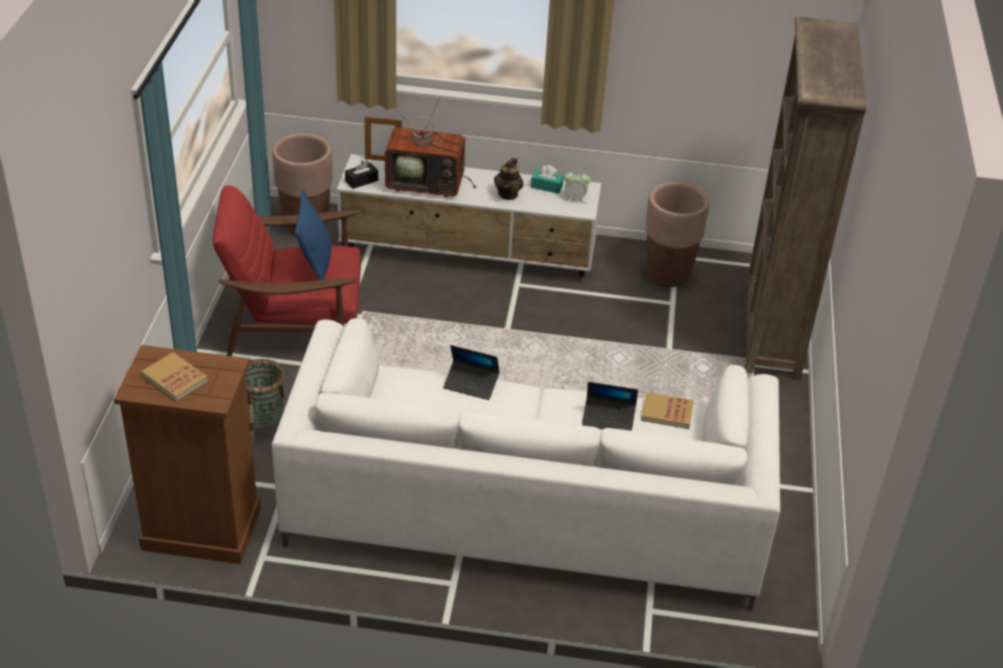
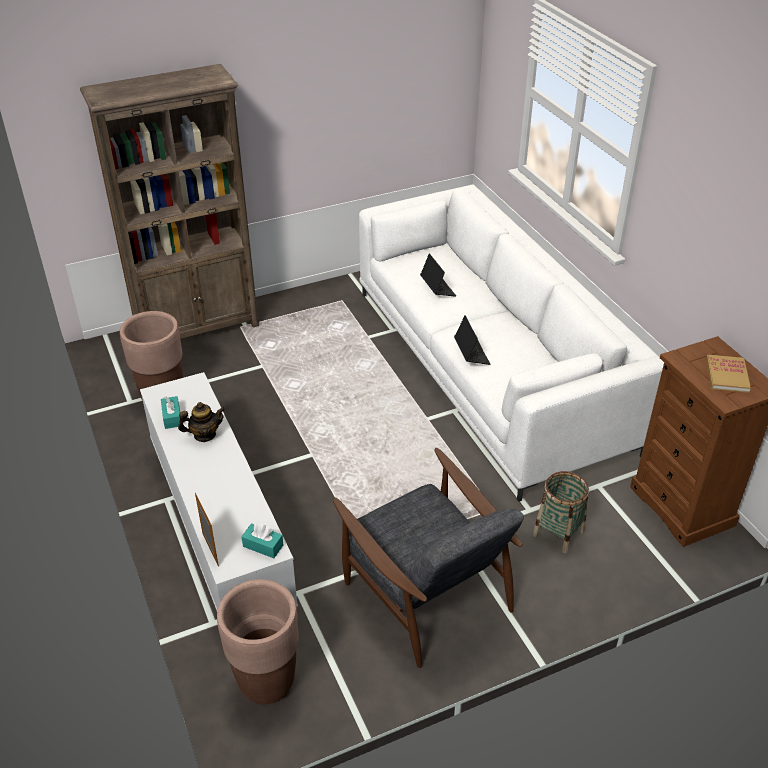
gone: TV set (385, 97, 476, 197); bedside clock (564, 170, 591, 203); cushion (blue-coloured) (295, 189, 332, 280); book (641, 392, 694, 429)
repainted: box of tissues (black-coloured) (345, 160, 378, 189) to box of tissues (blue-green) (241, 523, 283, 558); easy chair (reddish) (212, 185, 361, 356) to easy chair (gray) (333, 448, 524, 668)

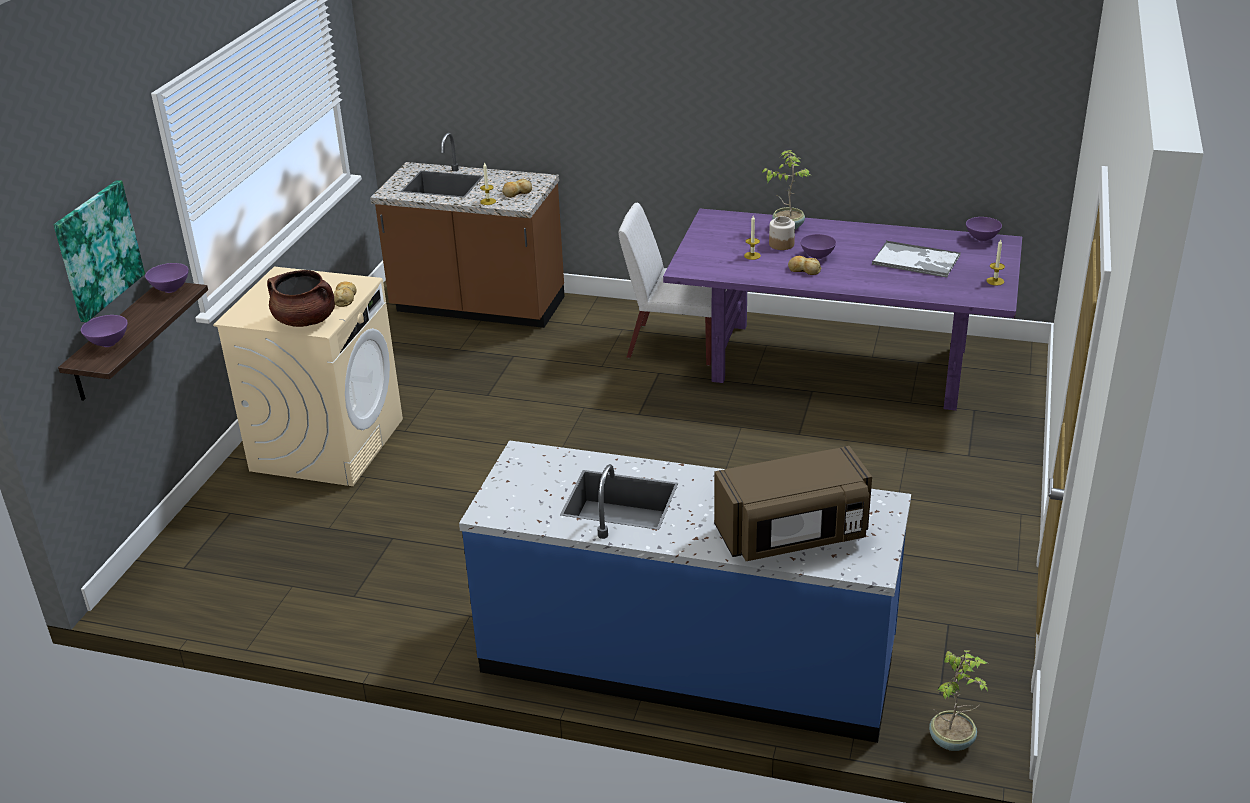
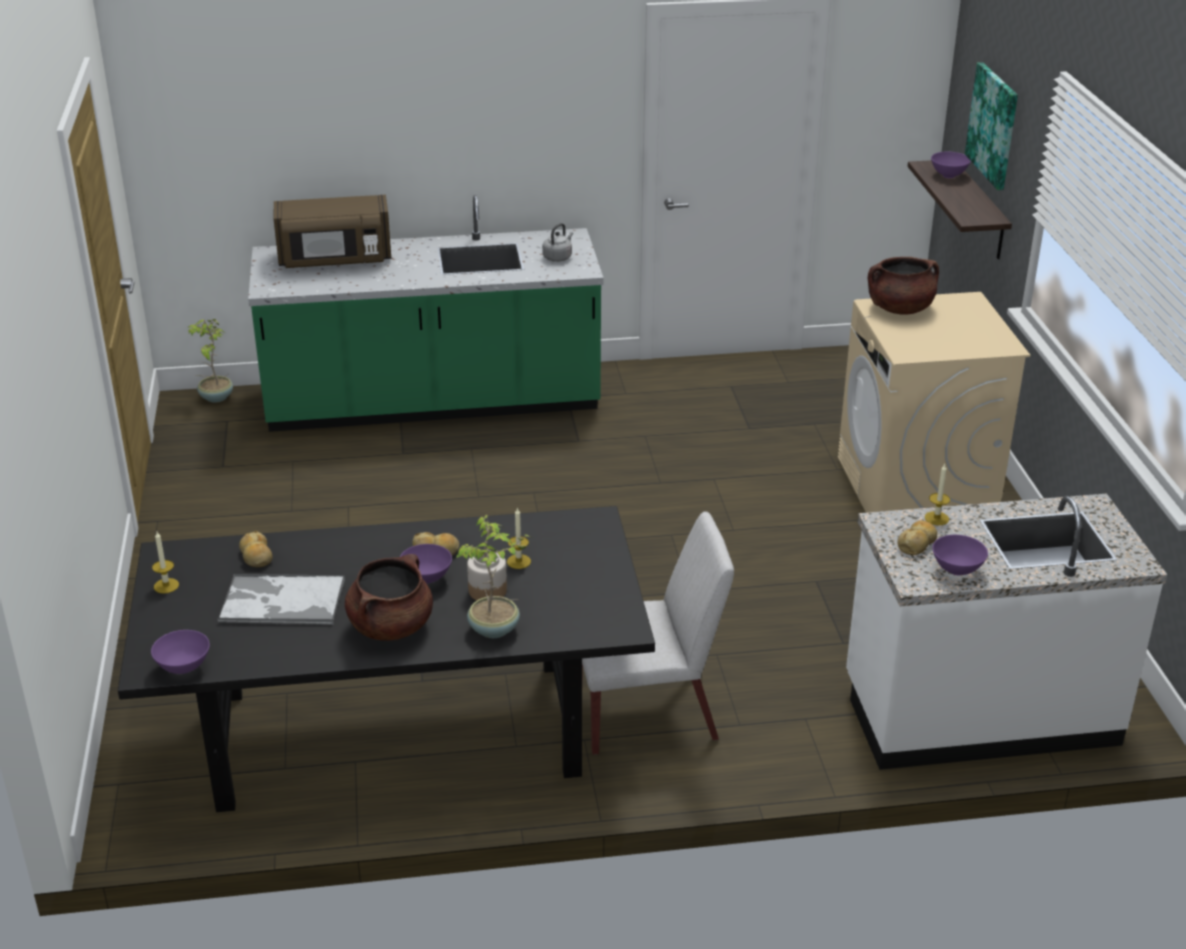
new: water kettle (gray) (542, 223, 573, 262); stockpot (brown) (345, 554, 433, 641)
shifted: deep dish (purplish) (145, 263, 189, 293) to (933, 535, 988, 576); bread (333, 282, 357, 307) to (239, 531, 273, 567)
repainted: kitchen base unit (brown) (370, 133, 565, 328) to kitchen base unit (white-coloured) (846, 493, 1167, 770); kitchen table (purplish) (663, 209, 1022, 411) to kitchen table (black-coloured) (118, 506, 655, 812); kitchen base unit (blue-coloured) (459, 440, 911, 743) to kitchen base unit (green) (248, 195, 604, 432)
rotated: kitchen microwave (brown) (714, 446, 872, 561) = (273, 195, 392, 268) 150 degrees counterclockwise

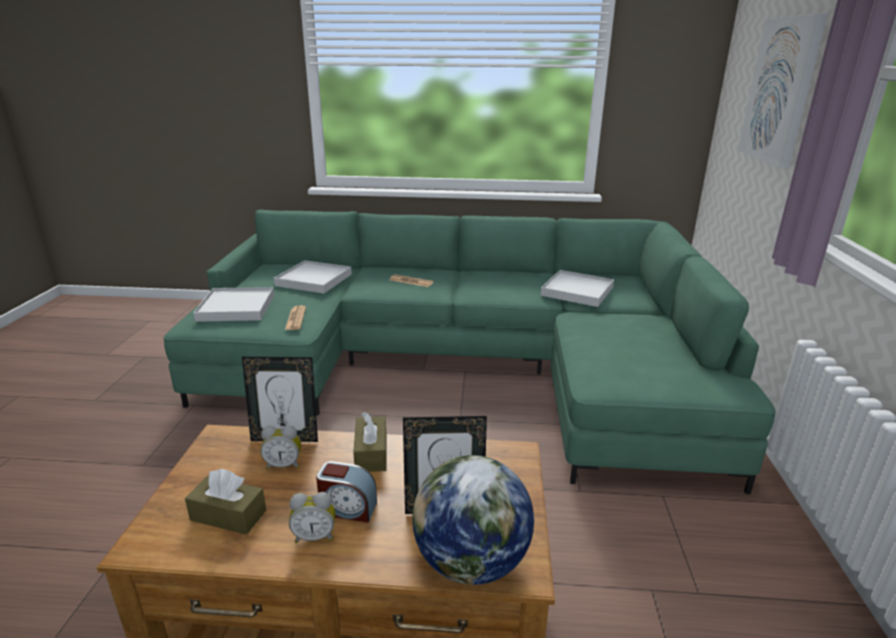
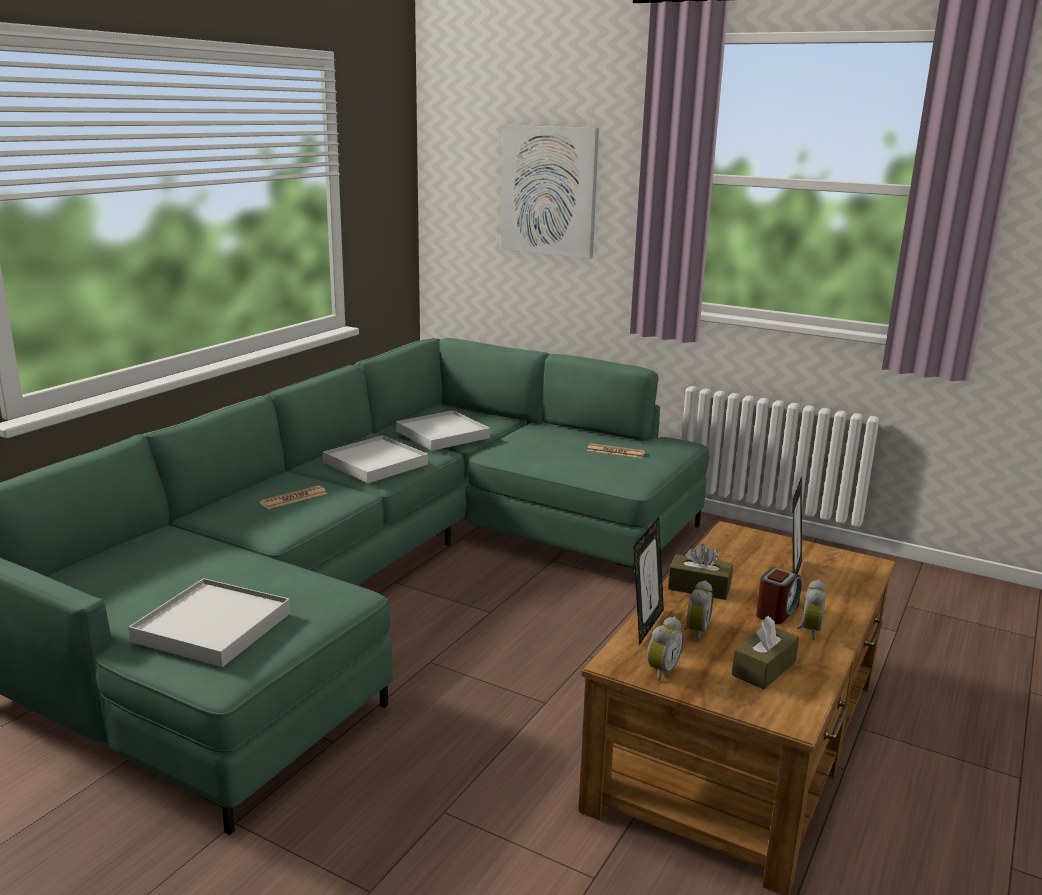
gone: world globe (412, 455, 534, 585)
new: bedside clock (647, 617, 684, 681)
shifted: serving tray (white-coloured) (274, 260, 352, 293) to (323, 435, 428, 483); printed paper (285, 305, 306, 330) to (587, 443, 645, 458)

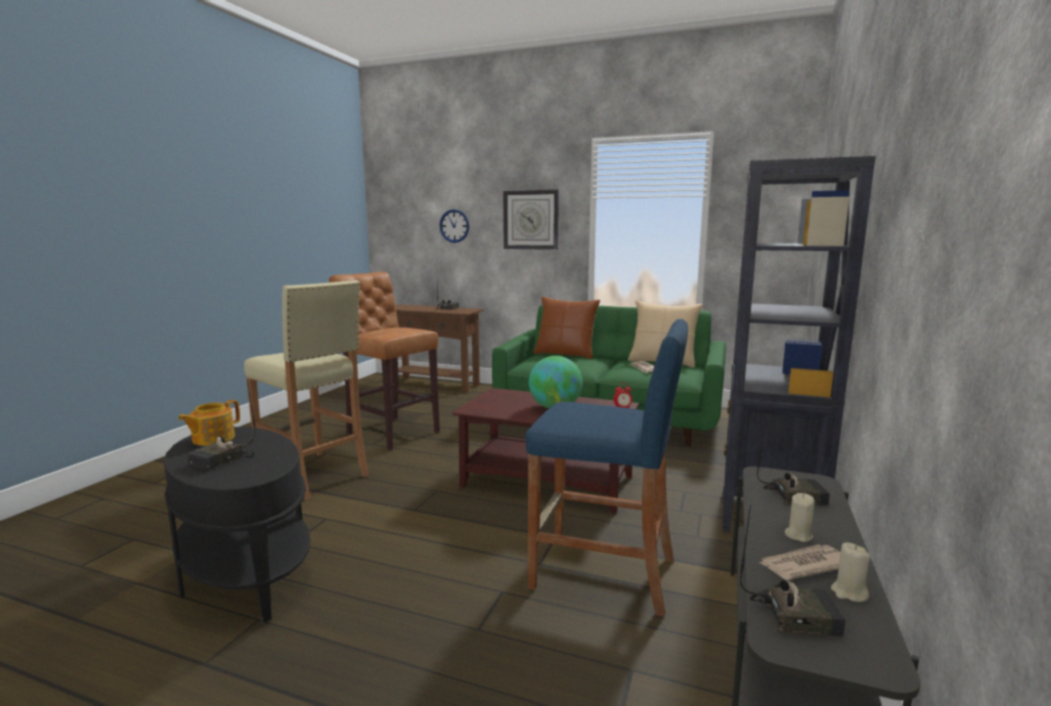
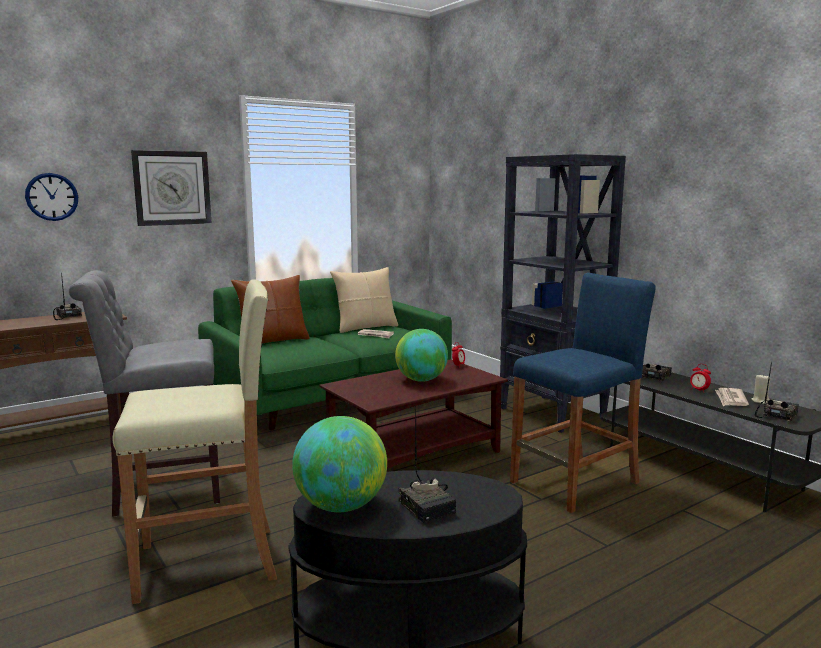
swapped: pot for tea (178, 400, 240, 446) to world globe (292, 416, 387, 512); wax light (sand-coloured) (785, 493, 815, 542) to bedside clock (690, 364, 711, 393)
repainted: stool seat (brown) (329, 272, 440, 450) to stool seat (gray) (69, 270, 220, 517)

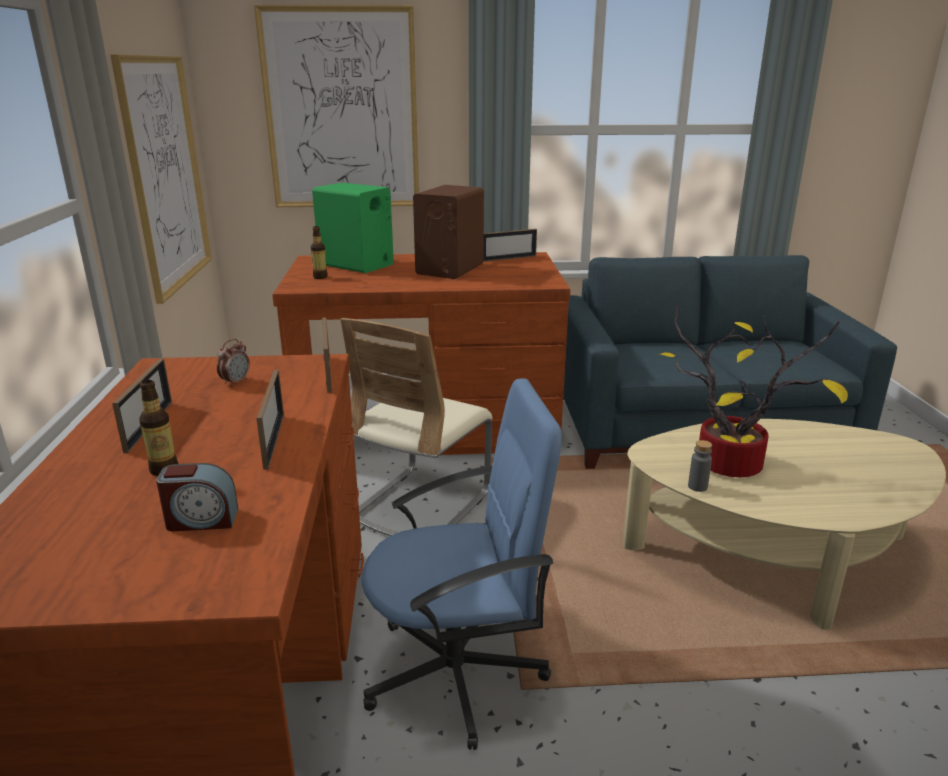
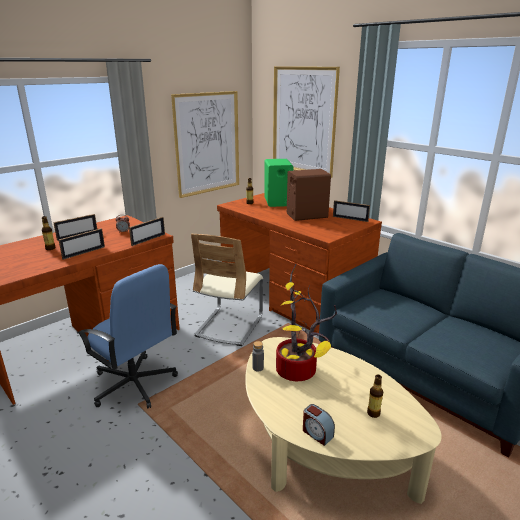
new: bottle (367, 375, 383, 418)
shifted: bedside clock (156, 463, 238, 531) to (303, 404, 335, 446)
rotated: upright chair (sand-coloured) (340, 318, 493, 536) = (191, 234, 263, 346) 60 degrees counterclockwise

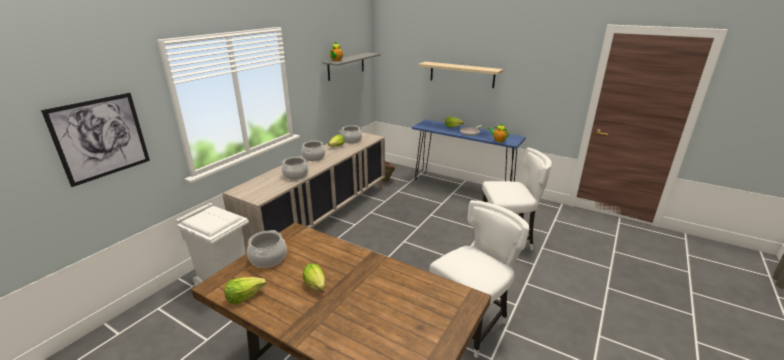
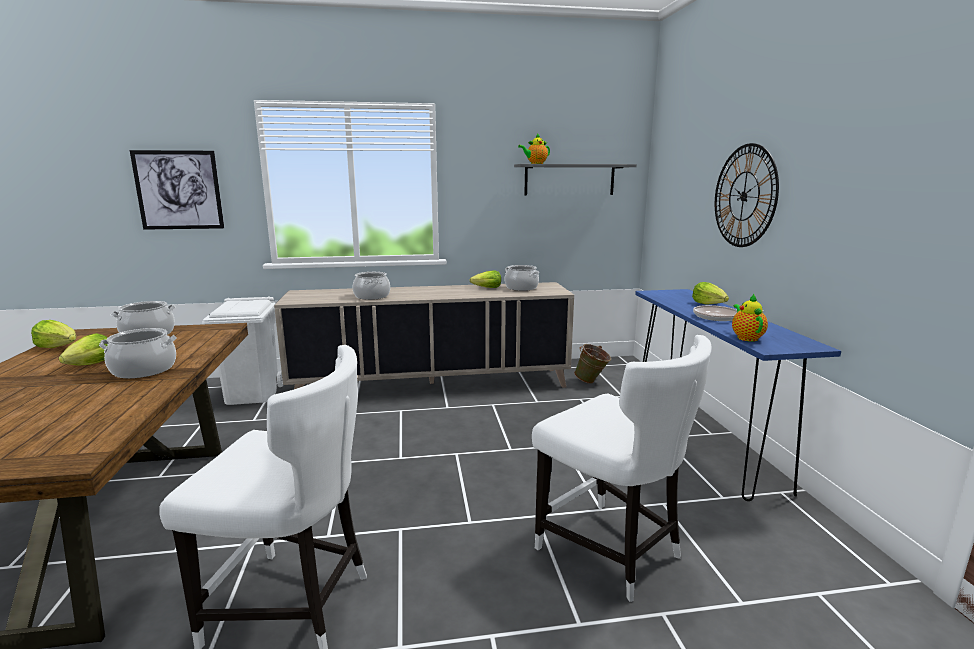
shifted: stockpot (301, 141, 325, 161) to (99, 328, 177, 378)
swapped: bracket shelf (sand-coloured) (418, 62, 503, 88) to clock on the wall (715, 143, 779, 247)

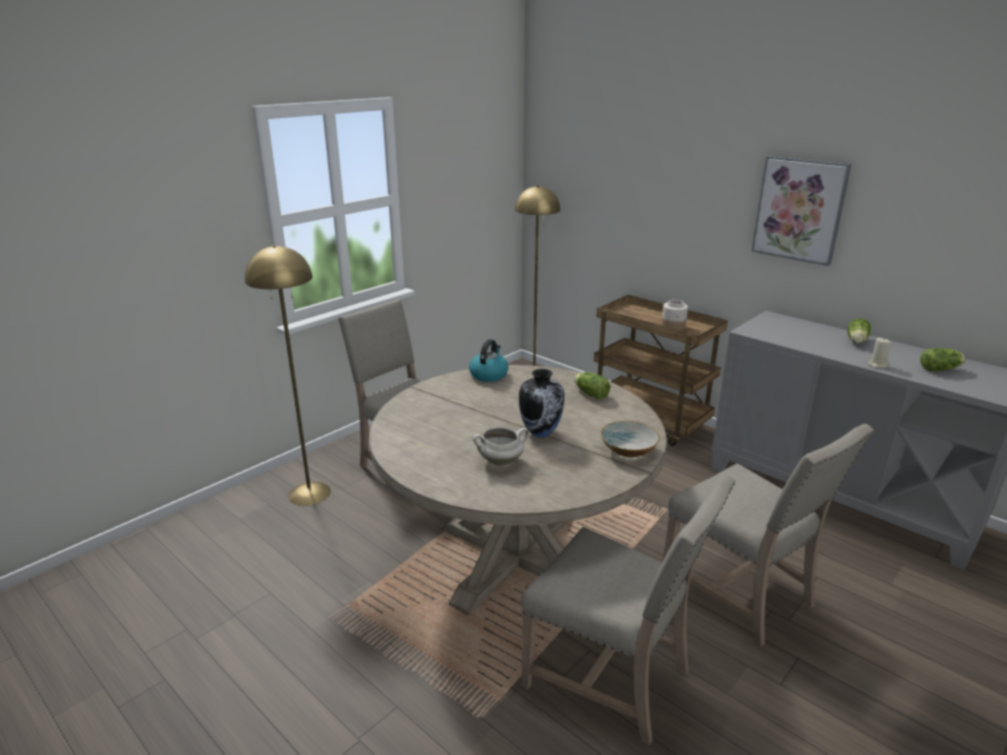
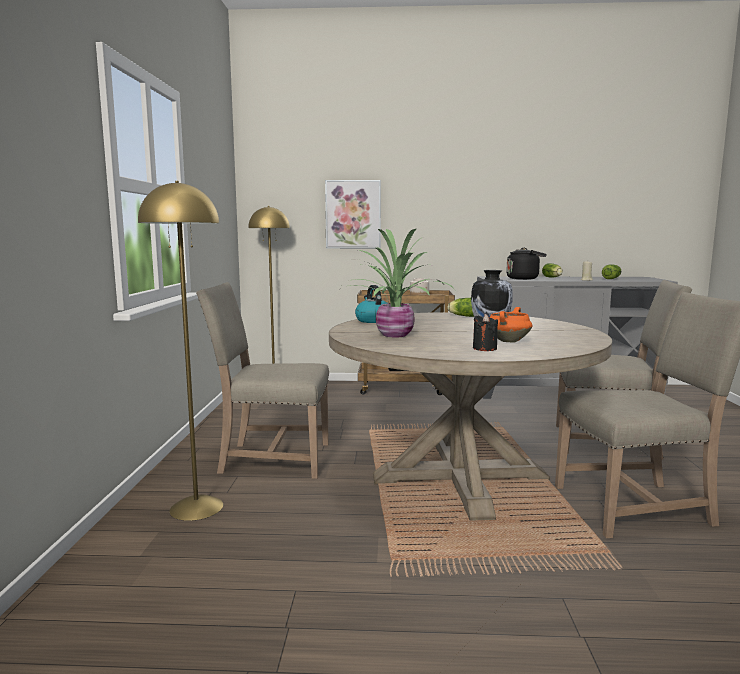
gone: deep dish (601, 421, 660, 457)
new: potted plant (343, 229, 455, 337); water kettle (black-coloured) (506, 248, 547, 280); wax light (black-coloured) (473, 314, 498, 351)
shifted: wall art (751, 156, 851, 266) to (325, 180, 381, 249)
repainted: stockpot (white-coloured) (473, 427, 528, 466) to stockpot (orange) (490, 307, 532, 343)

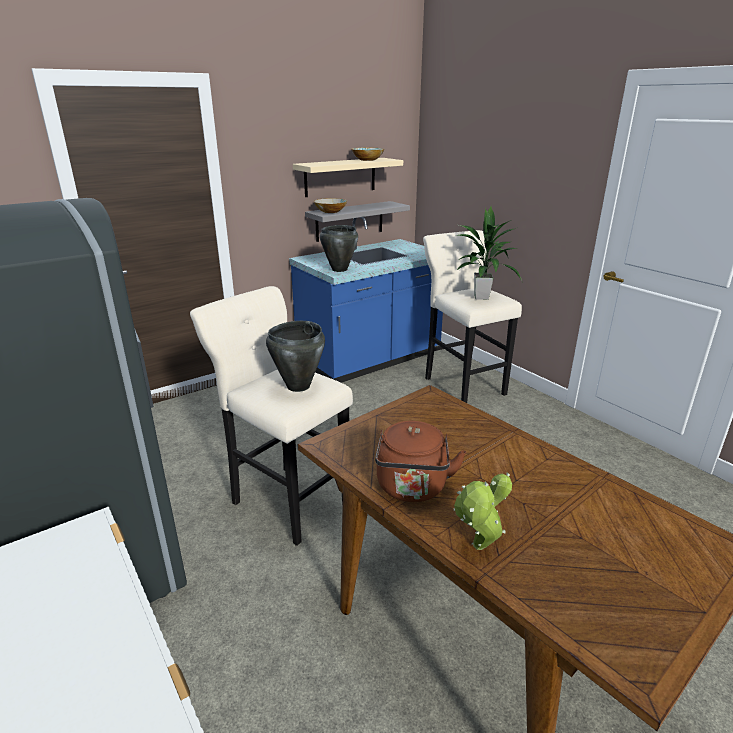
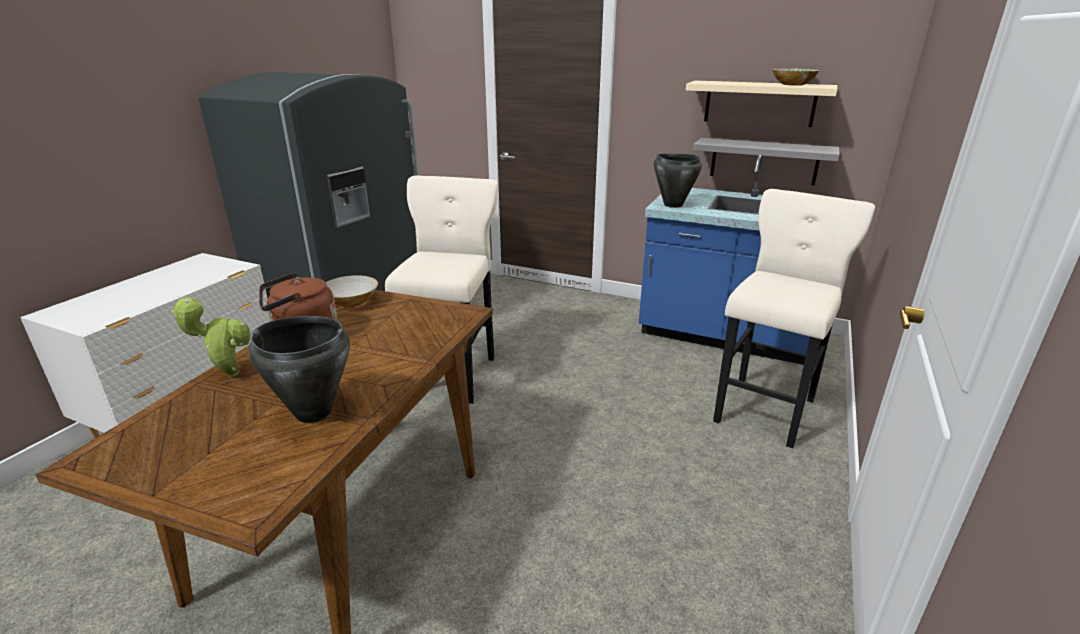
gone: potted plant (457, 206, 522, 300)
shifted: deep dish (314, 198, 347, 213) to (326, 275, 378, 307); stockpot (black-coloured) (266, 321, 325, 392) to (248, 316, 350, 423)

